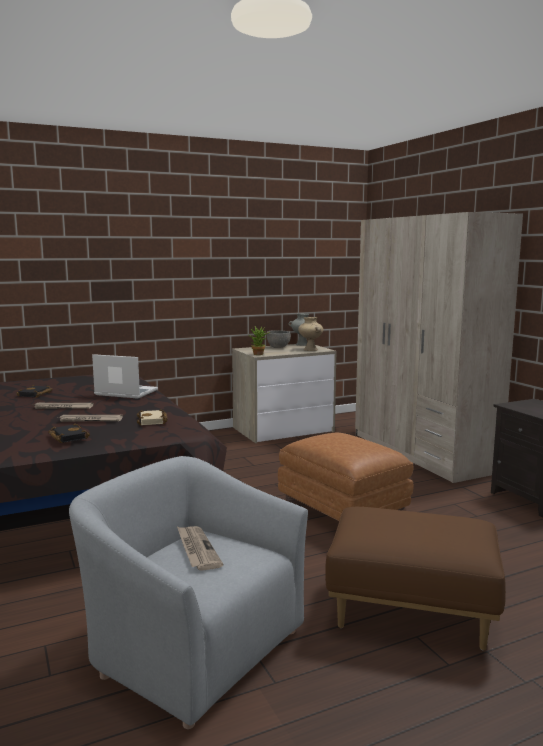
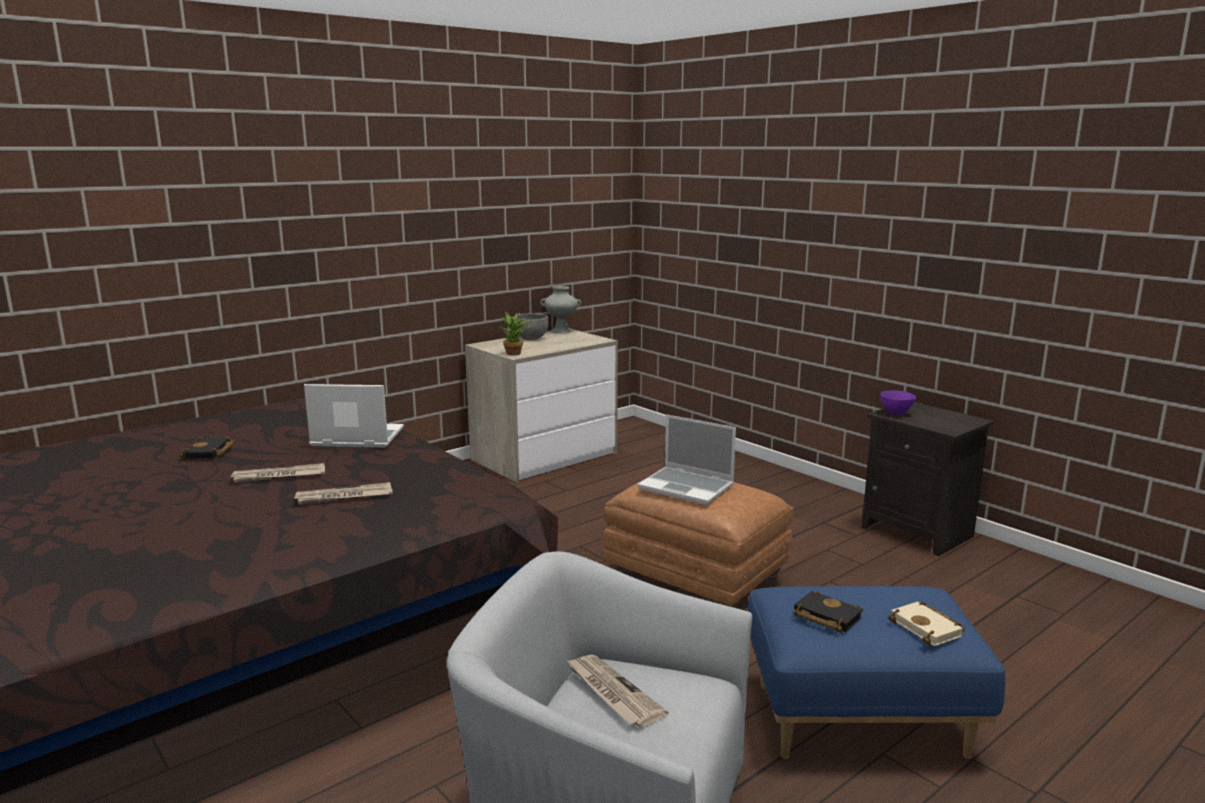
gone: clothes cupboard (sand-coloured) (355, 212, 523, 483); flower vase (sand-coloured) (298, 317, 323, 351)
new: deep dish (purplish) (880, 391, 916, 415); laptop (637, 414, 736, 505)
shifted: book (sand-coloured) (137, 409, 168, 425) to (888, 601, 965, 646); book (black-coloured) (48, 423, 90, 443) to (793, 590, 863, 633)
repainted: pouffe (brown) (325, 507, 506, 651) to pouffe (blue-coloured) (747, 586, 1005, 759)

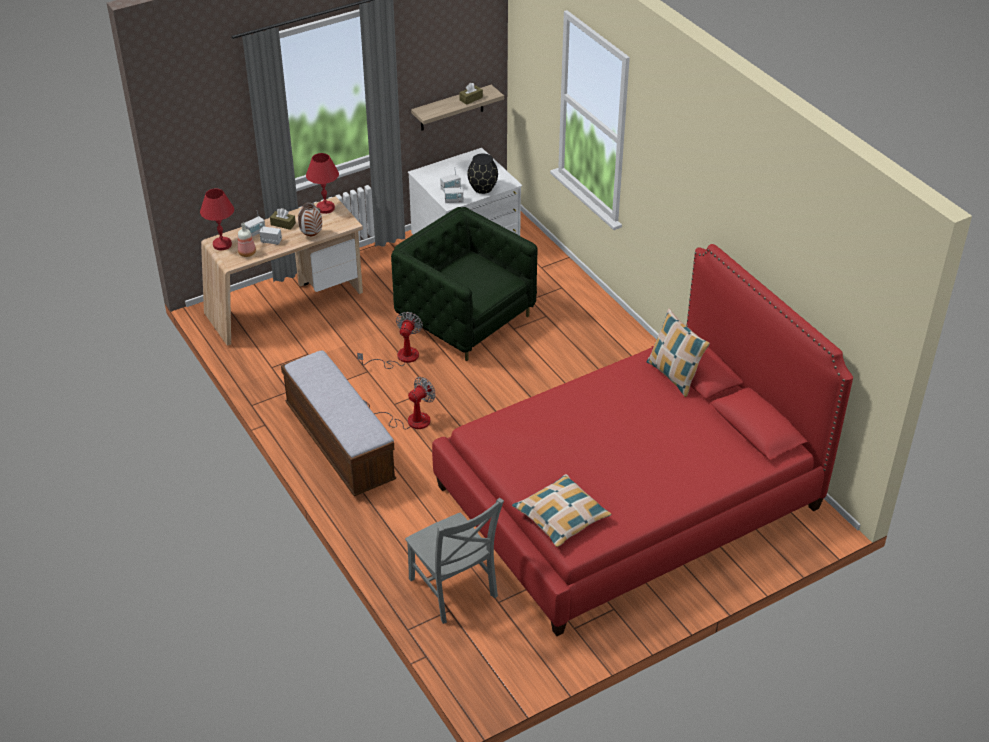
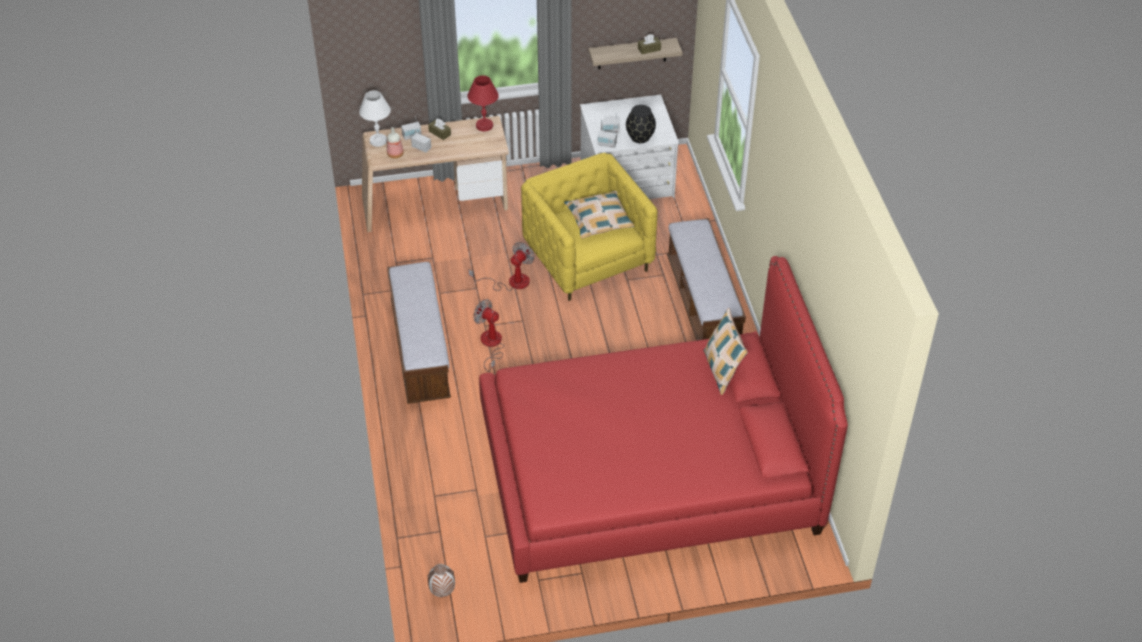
gone: upright chair (gray) (405, 498, 504, 624)
new: bench (667, 218, 746, 341)
shifted: flower vase (298, 202, 322, 236) to (427, 564, 455, 597); cushion (512, 474, 611, 547) to (564, 191, 634, 238)
repainted: table lamp (reddish) (200, 189, 234, 250) to table lamp (white-coloured) (359, 90, 391, 147); easy chair (green) (391, 207, 538, 361) to easy chair (yellow-coloured) (521, 153, 658, 301)
rotated: fan (363, 377, 436, 429) = (473, 299, 504, 372) 120 degrees counterclockwise

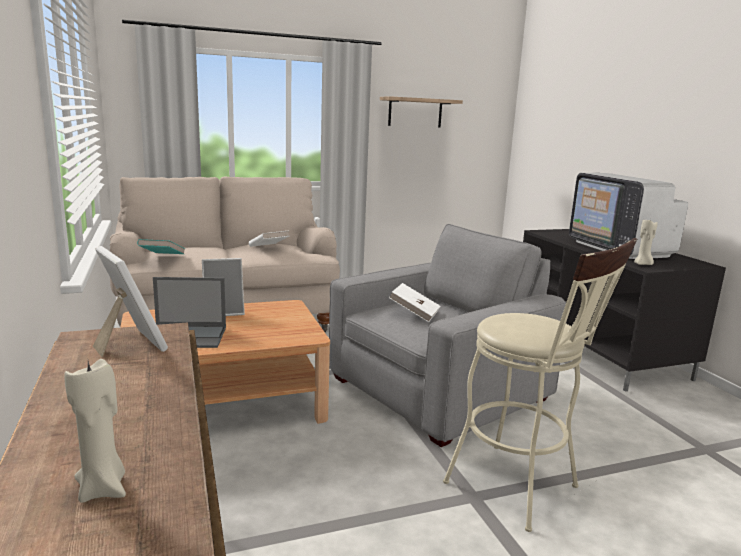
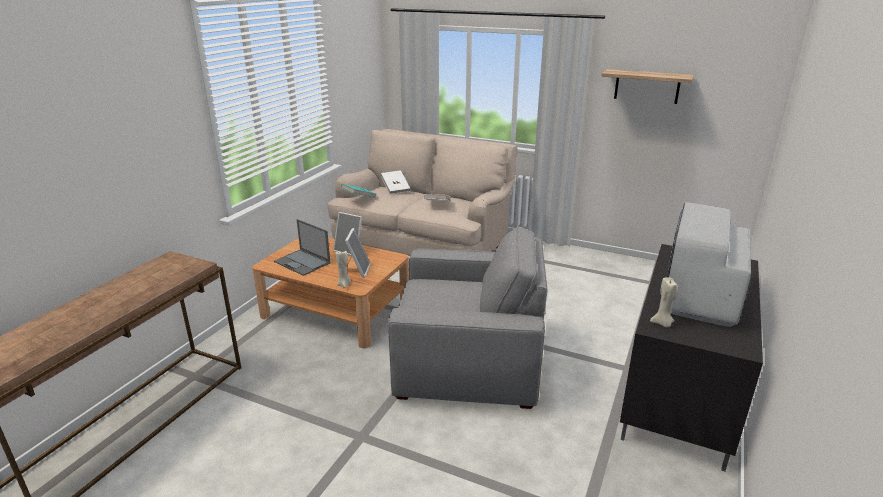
gone: stool seat (sand-coloured) (443, 238, 637, 532)
shifted: standing frame (93, 246, 168, 357) to (345, 228, 371, 278); book (white-coloured) (389, 283, 440, 322) to (381, 170, 411, 194); wax light (sand-coloured) (64, 359, 126, 503) to (335, 251, 351, 288)

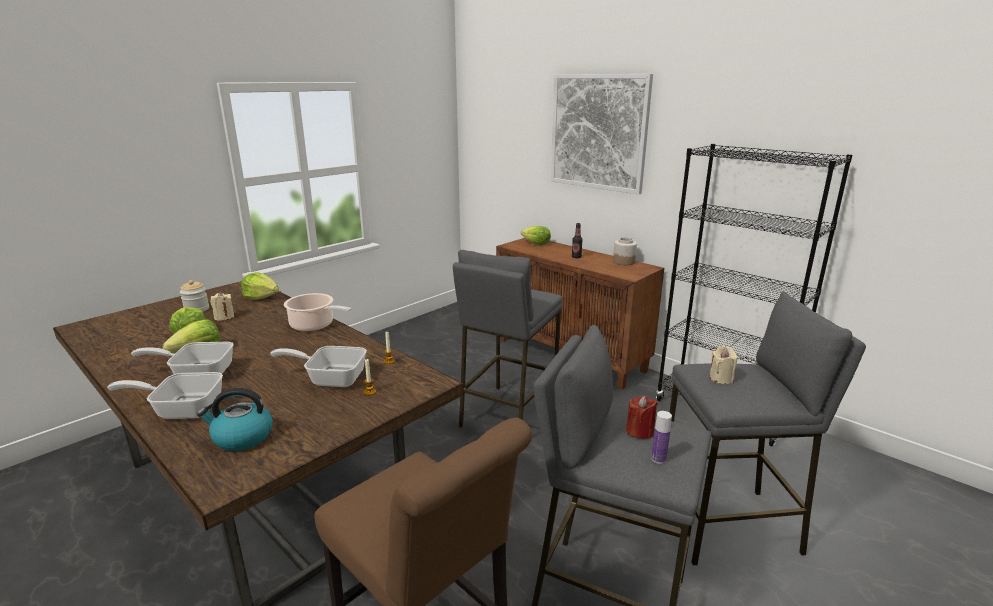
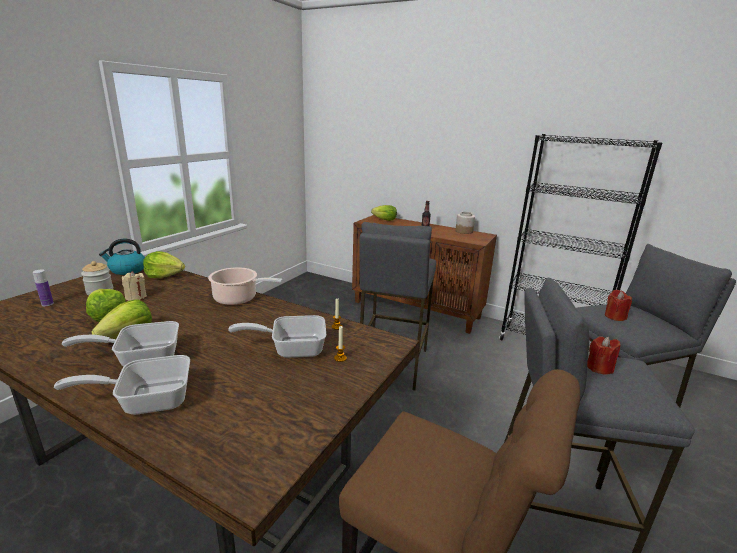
gone: wall art (551, 74, 653, 195)
shifted: water kettle (197, 388, 273, 451) to (99, 239, 145, 275); bottle (651, 411, 672, 464) to (33, 270, 54, 306)
repainted: wax light (sand-coloured) (709, 346, 738, 384) to wax light (reddish) (605, 290, 632, 321)

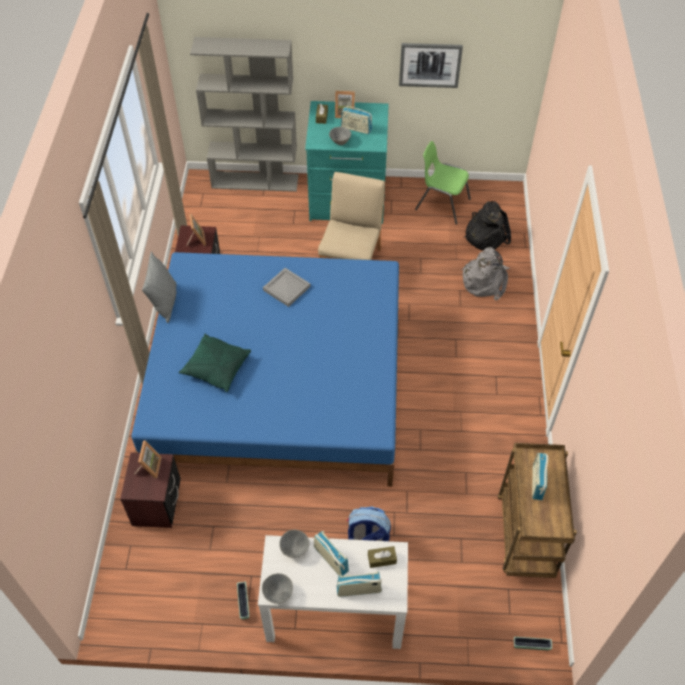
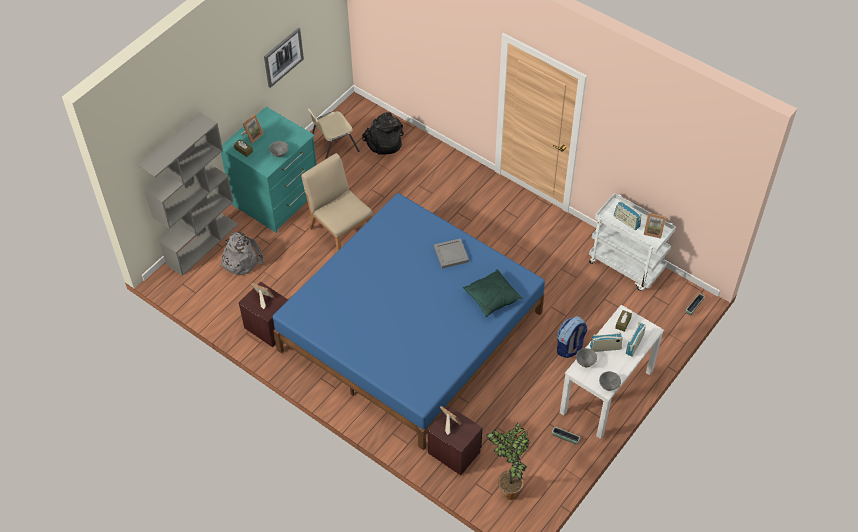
gone: radio (340, 105, 372, 134); cushion (gray) (142, 251, 177, 323)
new: standing frame (644, 213, 666, 239); potted plant (486, 423, 531, 500)
shifted: rucksack (gray) (461, 247, 509, 301) to (220, 232, 264, 275); serving tray (gray) (263, 268, 311, 307) to (434, 238, 469, 269); cushion (green) (179, 334, 251, 392) to (463, 269, 523, 317)
repainted: upright chair (green) (415, 141, 471, 225) to upright chair (sand-coloured) (308, 108, 360, 159); cart (brown) (498, 443, 577, 578) to cart (white-coloured) (589, 193, 676, 291)

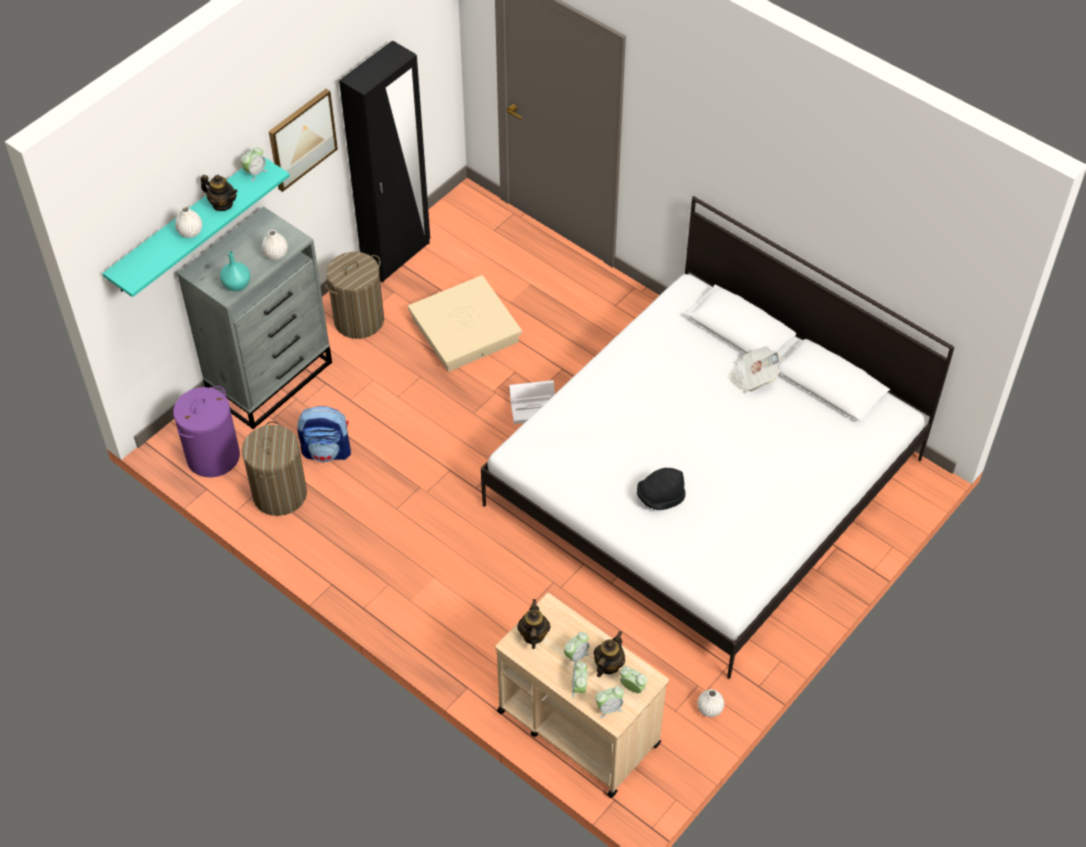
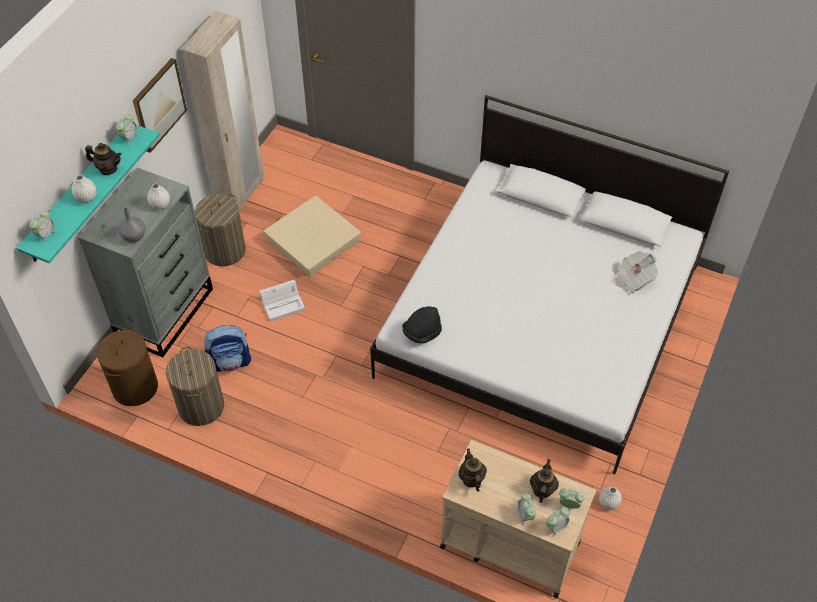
shifted: printed paper (728, 346, 782, 394) to (612, 251, 658, 294); storage container (white-coloured) (509, 380, 555, 424) to (260, 280, 305, 322); clothing hat (black-coloured) (637, 468, 686, 510) to (402, 306, 442, 344); bedside clock (564, 632, 590, 668) to (29, 211, 57, 244)
repainted: clothes cupboard (black-coloured) (339, 40, 430, 283) to clothes cupboard (sand-coloured) (181, 11, 264, 211); flower vase (blue-green) (220, 251, 250, 292) to flower vase (gray) (118, 207, 145, 243); laundry basket (purplish) (173, 386, 240, 477) to laundry basket (brown) (97, 327, 158, 406)

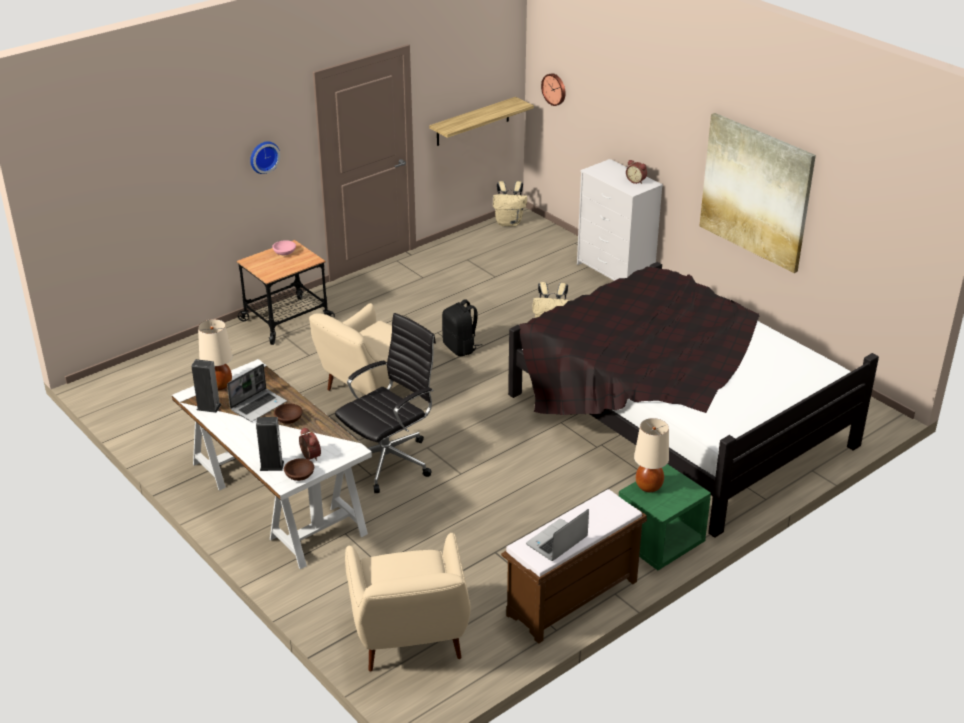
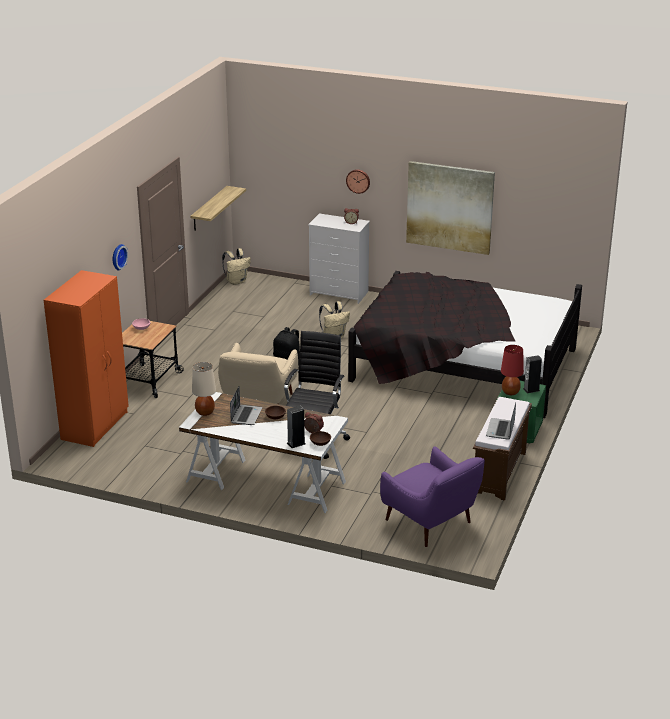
new: clothes cupboard (orange) (44, 270, 129, 447)
shifted: clock on the wall (541, 73, 566, 106) to (346, 169, 370, 194); audio speaker (191, 359, 221, 413) to (523, 355, 542, 393)
repainted: table lamp (sand-coloured) (634, 418, 669, 492) to table lamp (reddish) (501, 345, 524, 395); easy chair (sand-coloured) (345, 533, 471, 671) to easy chair (purplish) (380, 446, 485, 547)

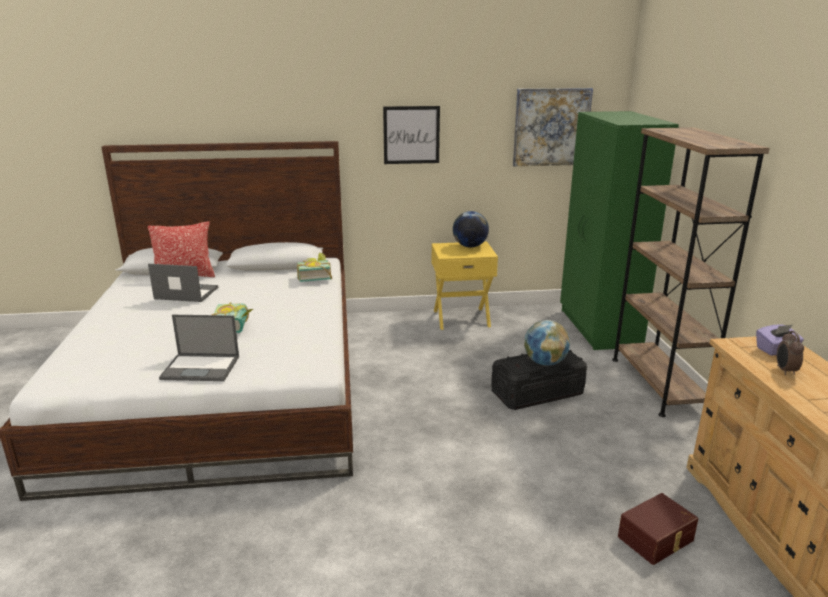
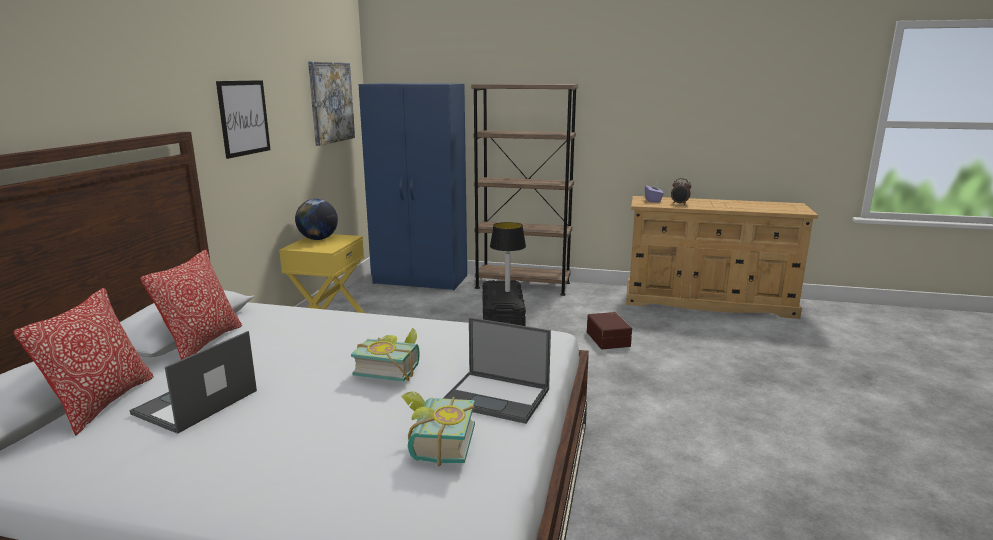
new: cushion (140, 250, 242, 360)
shifted: book (297, 253, 332, 282) to (401, 391, 475, 466); storage container (brown) (618, 493, 698, 565) to (587, 312, 632, 349)
swapped: world globe (524, 320, 570, 366) to table lamp (490, 222, 526, 292)
repainted: clothes cupboard (green) (560, 111, 679, 350) to clothes cupboard (blue-coloured) (358, 83, 467, 290)
rotated: laptop (159, 315, 239, 381) = (443, 317, 551, 424) 90 degrees clockwise

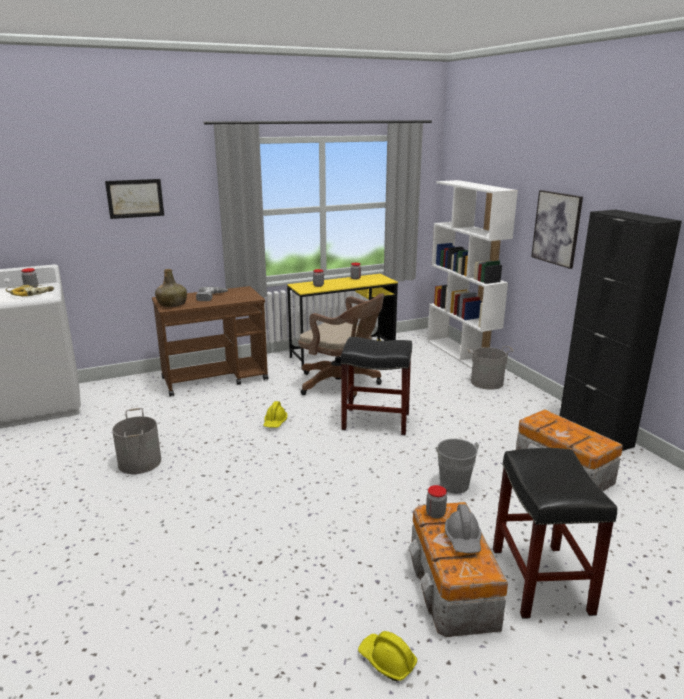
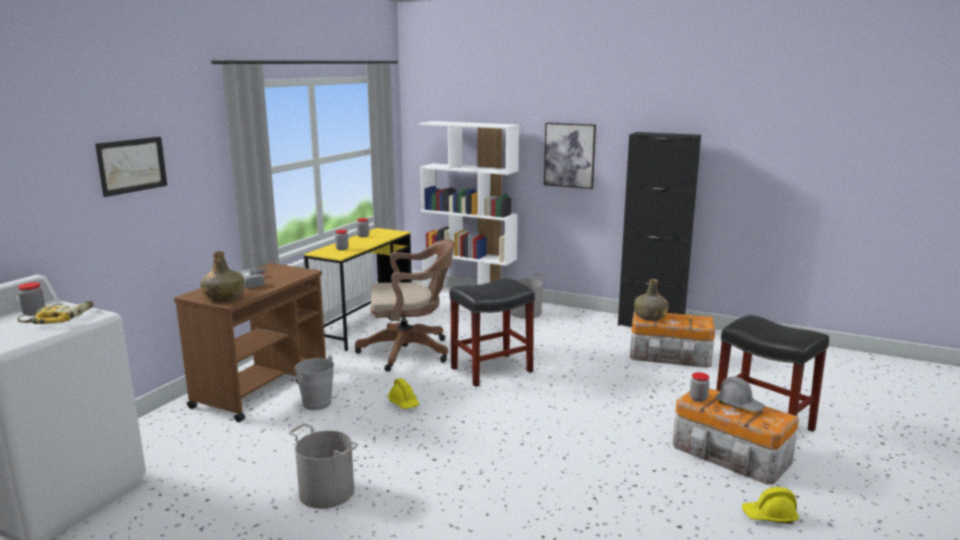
new: bottle (green) (634, 279, 669, 321)
shifted: bucket (gray) (434, 439, 479, 494) to (291, 356, 334, 410)

